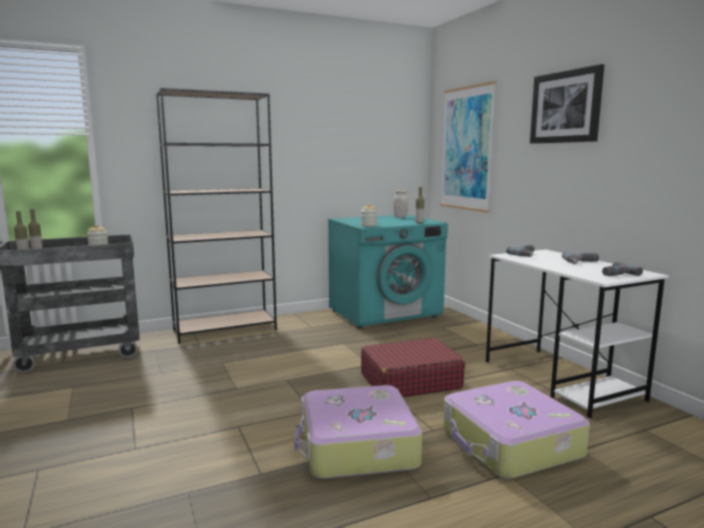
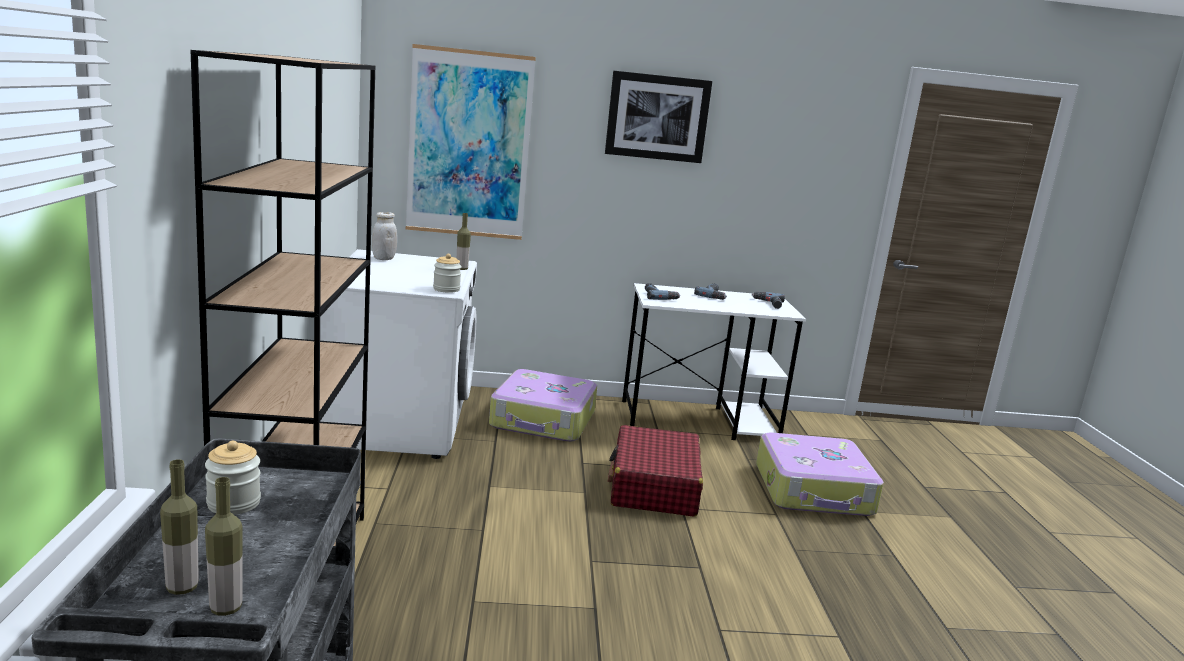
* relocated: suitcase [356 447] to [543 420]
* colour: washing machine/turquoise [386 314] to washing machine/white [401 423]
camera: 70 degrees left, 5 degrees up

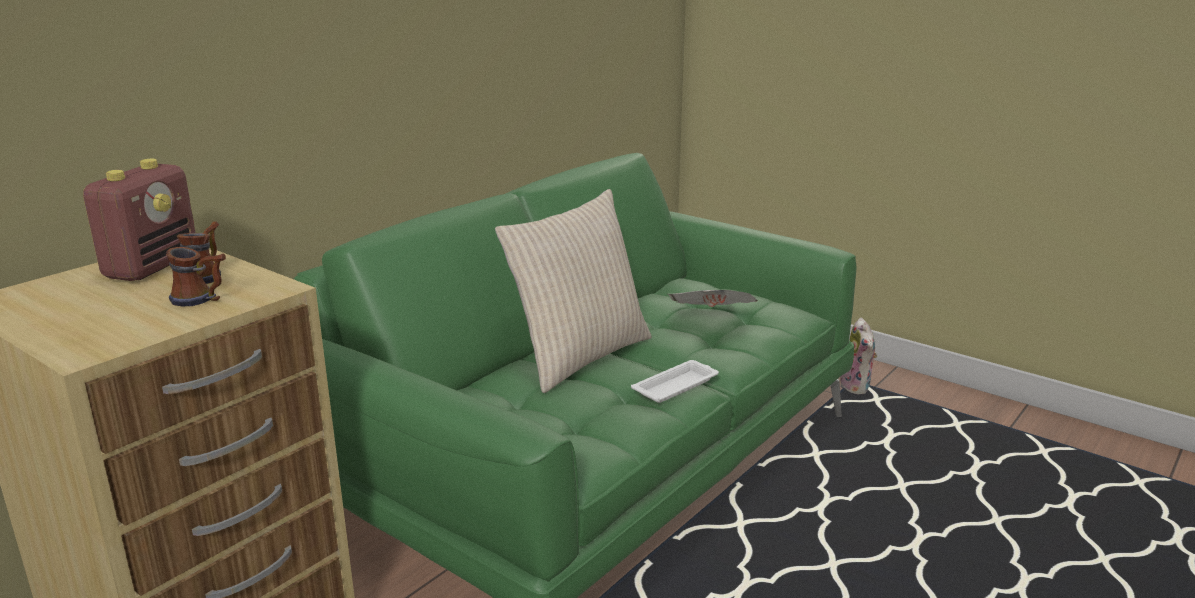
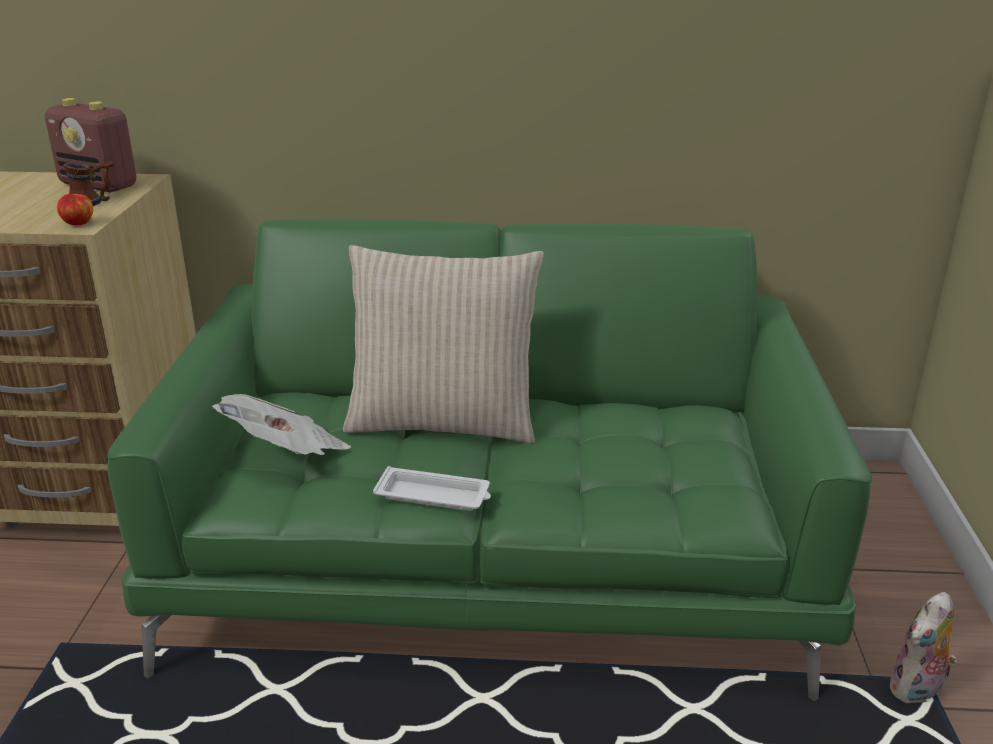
* missing: mug [202 300]
* appeared: apple [78 224]
* relocated: newspaper [711 321] to [287 454]
* spun: radio [152 266] = [100 185] 45 degrees clockwise
camera: 55 degrees right, 5 degrees up

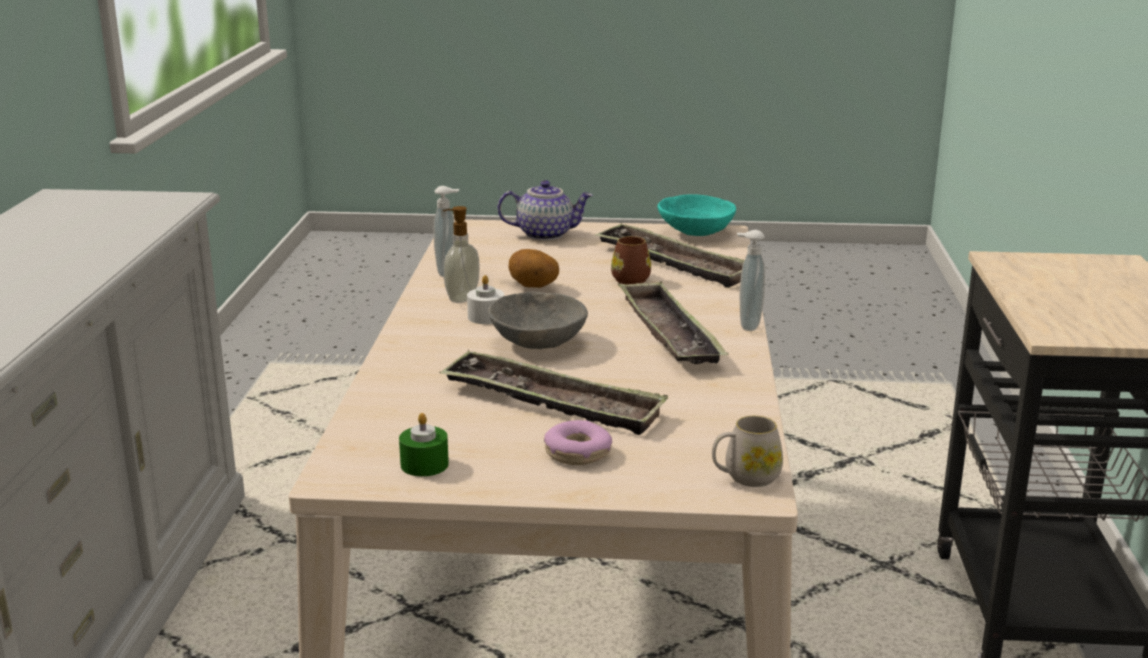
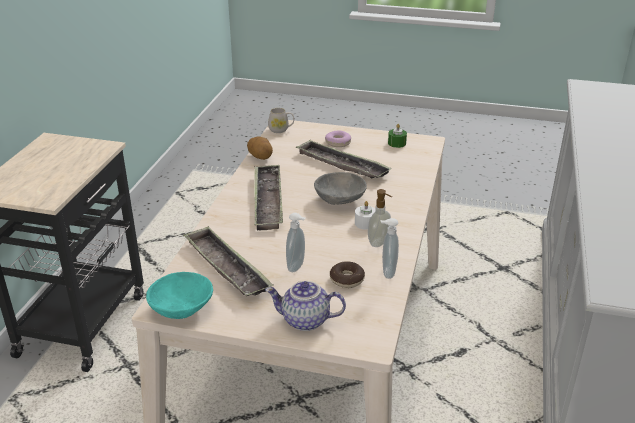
* missing: mug/brown [629 278]
* appeared: donut [347 279]
* relocated: potato [533 287] to [260 157]
* relocated: soap dispenser [747 325] to [297 267]
camera: 170 degrees left, 10 degrees up

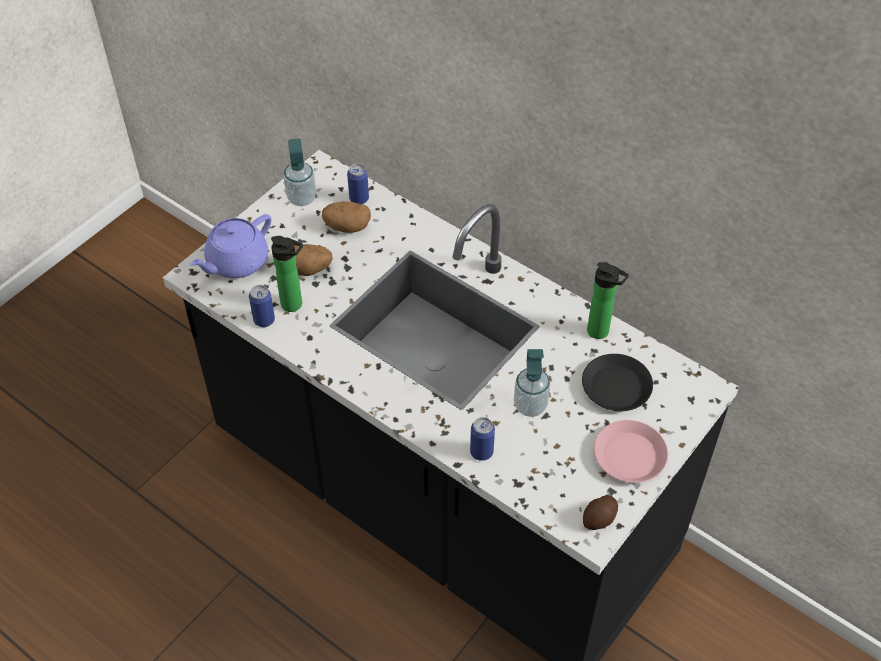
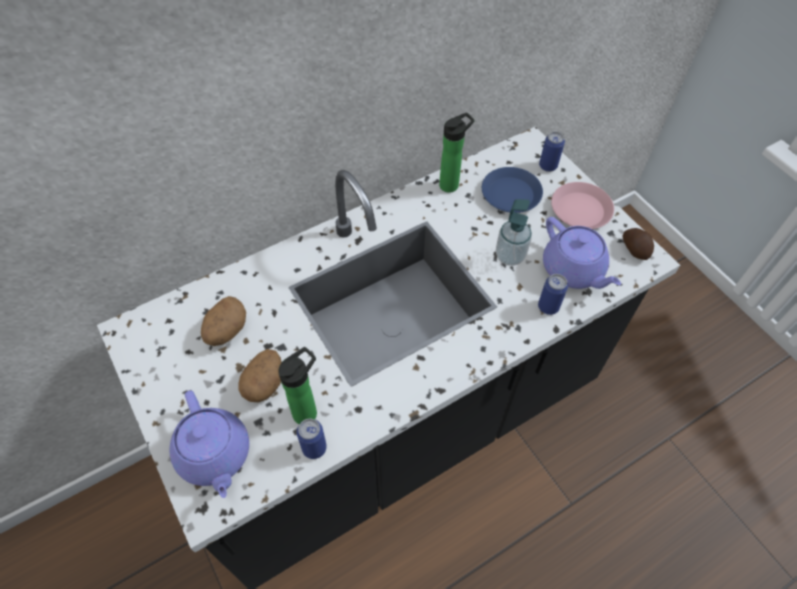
* missing: soap dispenser [301 198]
* appeared: teapot/purple [573 270]
* relocated: can [359 199] to [548 166]
* colour: plate/black [616 387] to plate/blue [511 194]
camera: 70 degrees left, 5 degrees up

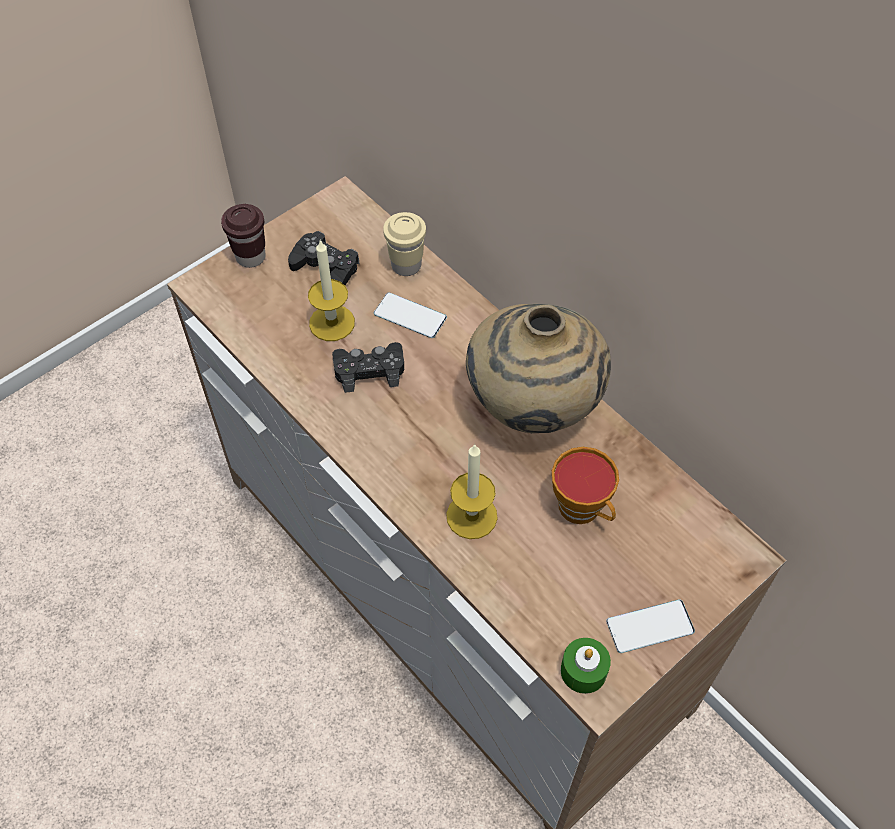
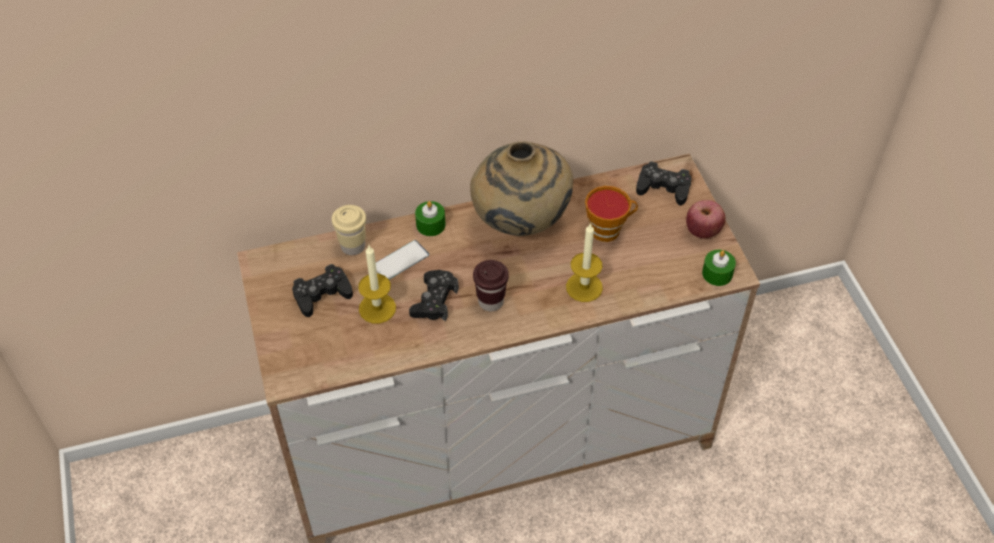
* appeared: candle/green [430 225]
* appeared: game controller/black [663 188]
* relocated: cup/brown [250 257] to [490 302]
* exchanged: phone [650 626] to apple [703 231]
camera: 65 degrees left, 5 degrees down

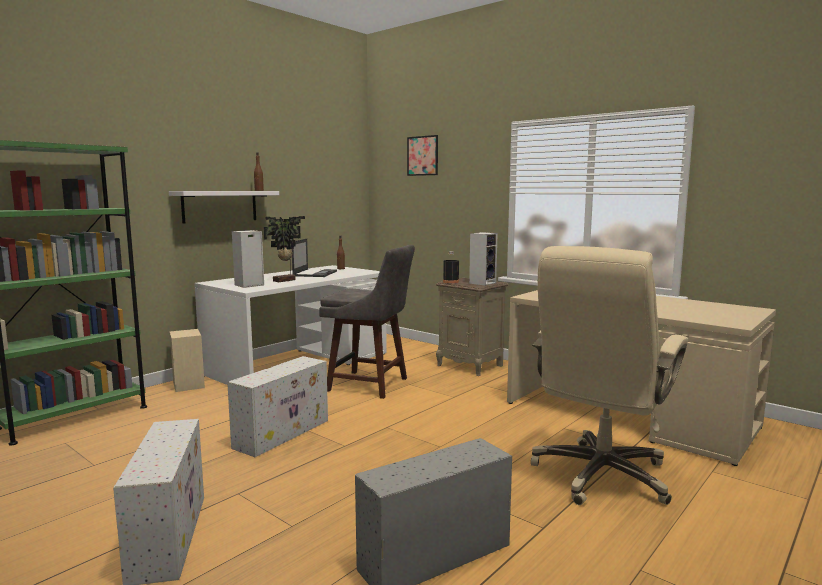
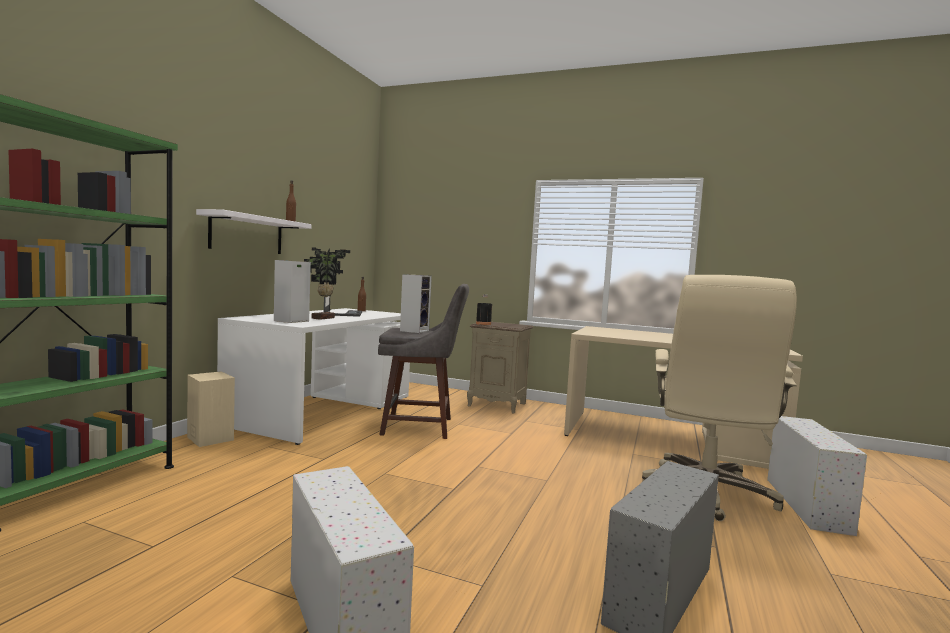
* missing: picture [422 155]
* relocated: storage box/white [283 433] to [805 504]
* relocated: speaker [482 283] to [414 330]
camera: 20 degrees left, 5 degrees down

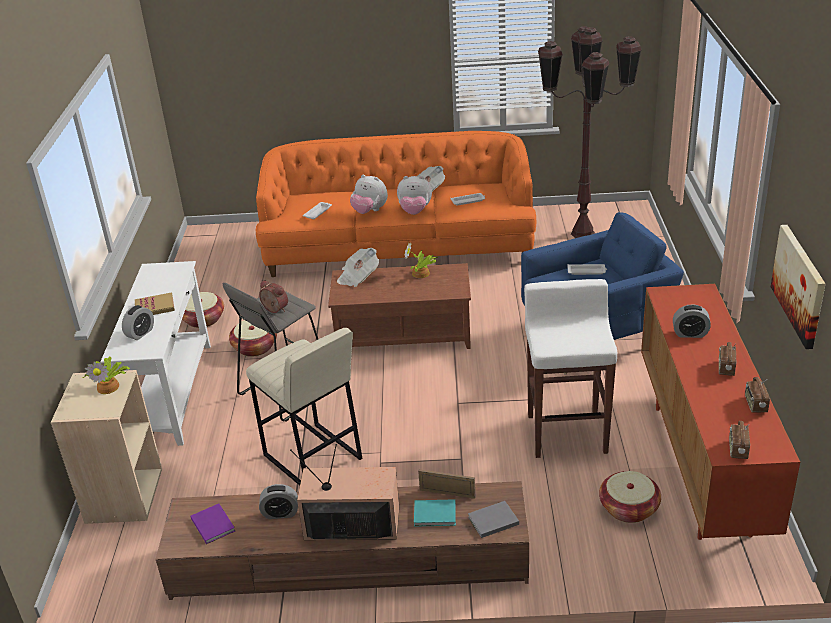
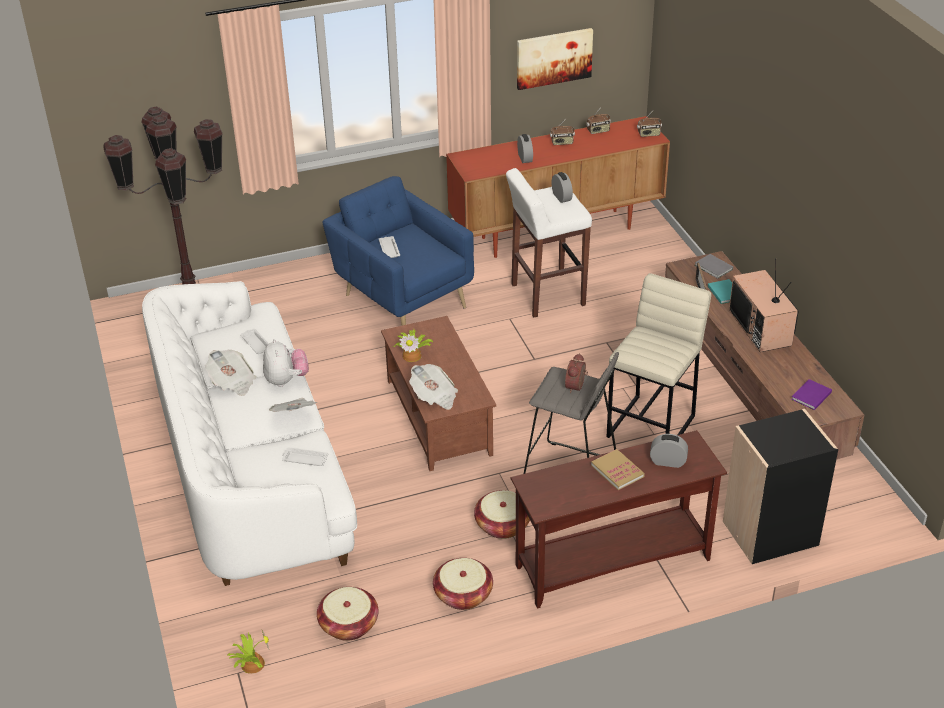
* relocated: potted plant [109 386] to [251 664]
* relocated: alarm clock [280 513] to [561 197]
* relocated: basket [629 508] to [348 624]
* exchanged: plush toy [369 211] to newspaper [294 415]
* colour: bookcase/beige [123 494] to bookcase/black [769 534]
* colour: console table/white [172 393] to console table/brown [612 563]
* colour: sofa/orange [399 248] to sofa/white [251 466]
camera: 110 degrees left, 5 degrees up

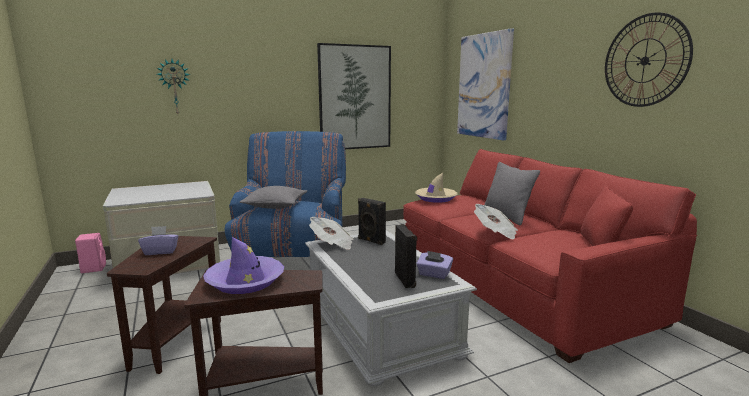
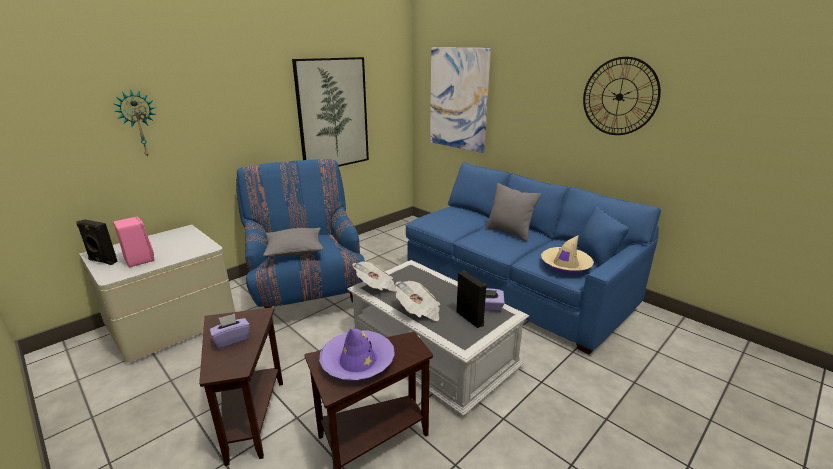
* relocated: speaker/pink [93 268] to [139 260]
* relocated: speaker/black [371 241] to [102 261]
* relocated: hat/beige [435 198] to [565 264]
* relocated: newspaper [495 233] to [419 311]
* colour: sofa/red [515 283] to sofa/blue [514 285]
camera: 20 degrees left, 10 degrees up

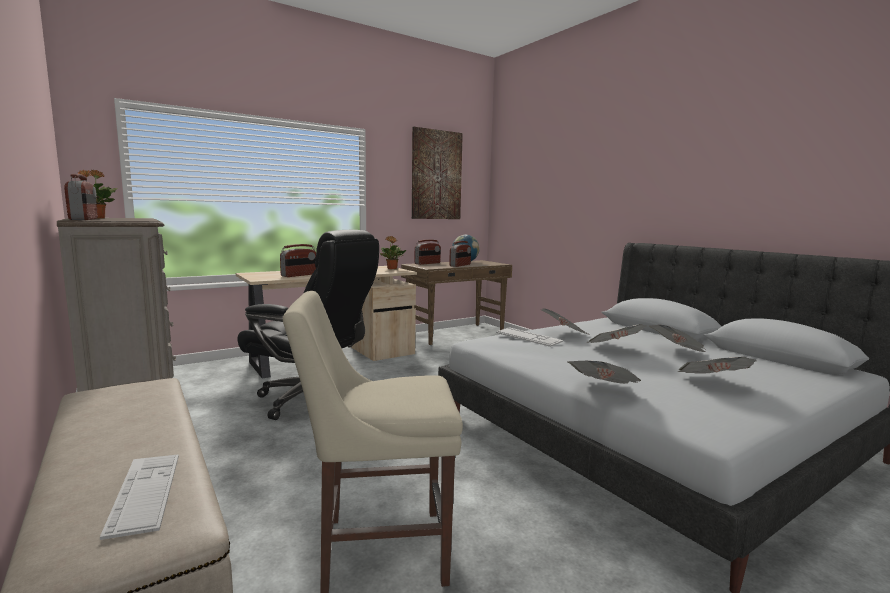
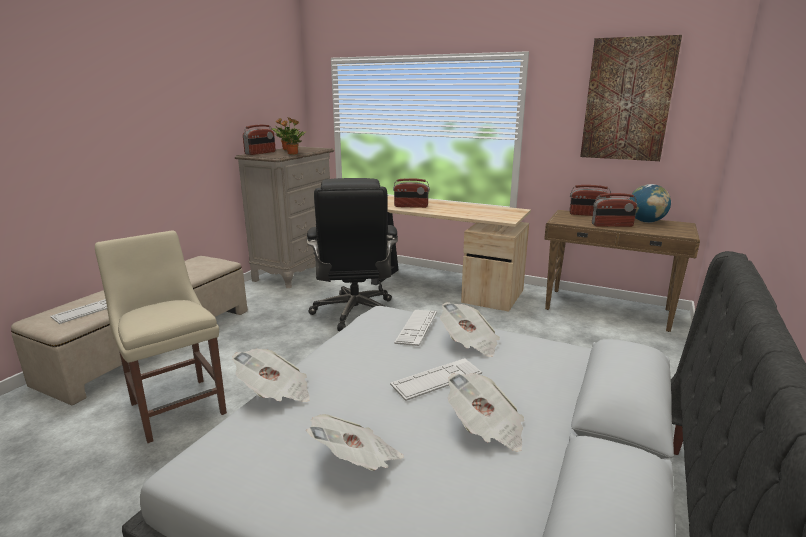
* relocated: potted plant [392 269] to [292 154]
* exchanged: newspaper [614 349] to keyboard [437 379]
camera: 60 degrees right, 10 degrees up

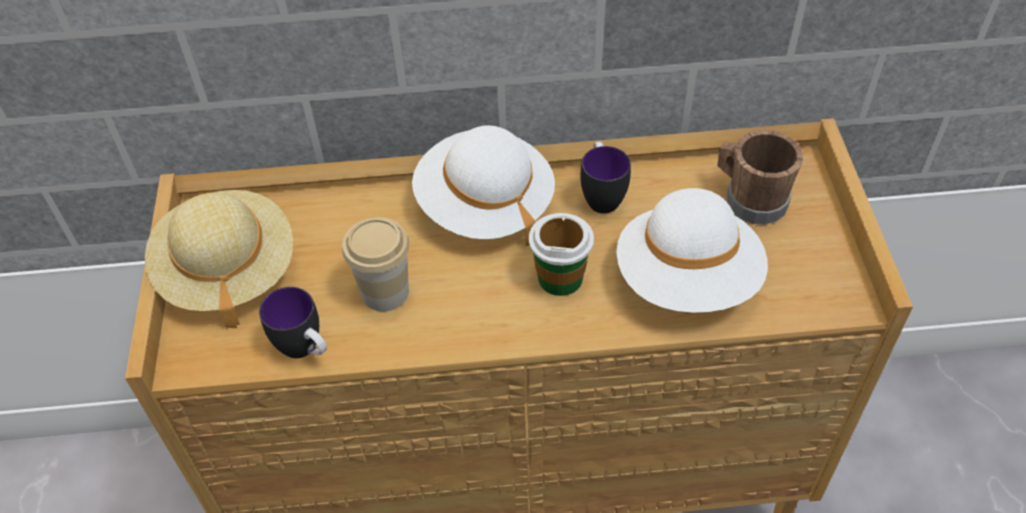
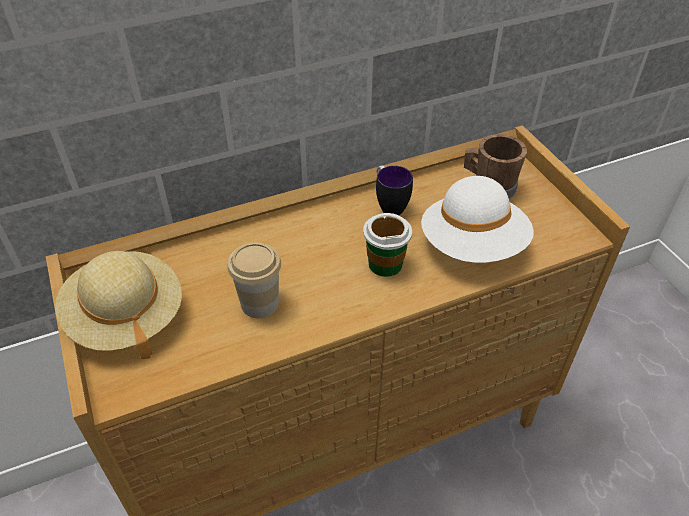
* missing: mug [306 350]
* missing: hat/white [484 206]
camera: 20 degrees left, 5 degrees down

